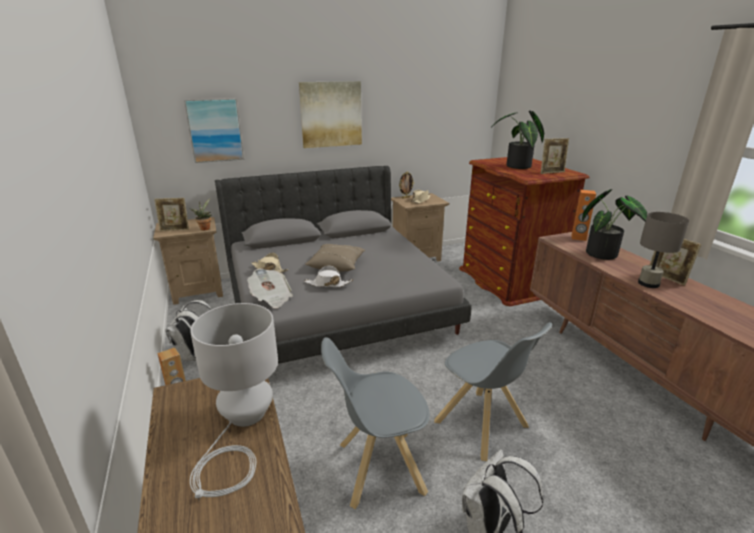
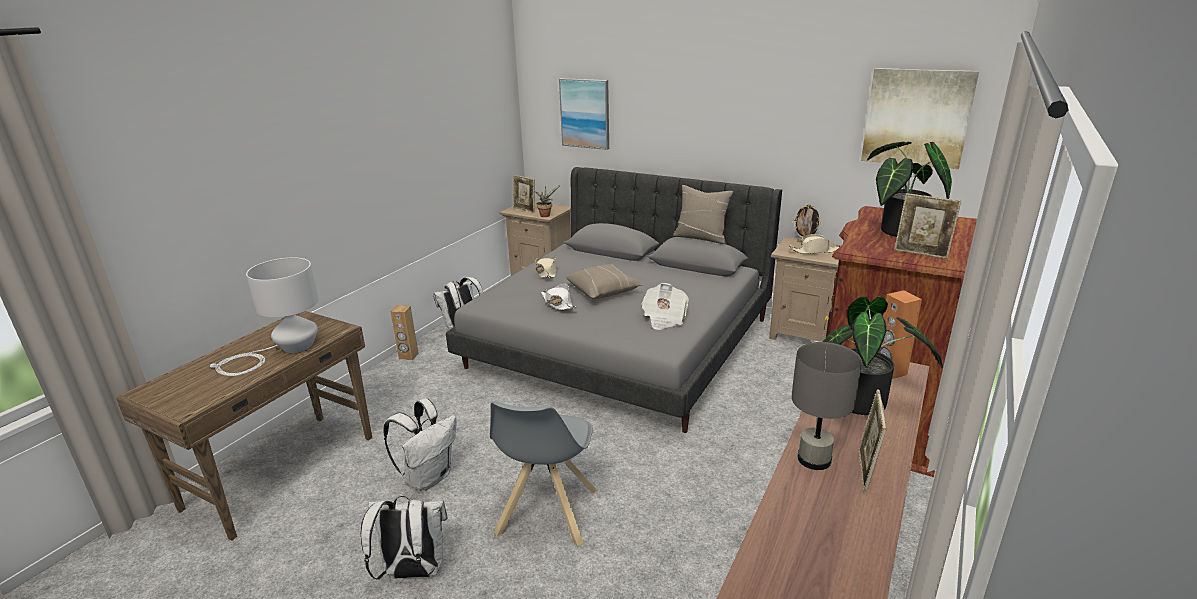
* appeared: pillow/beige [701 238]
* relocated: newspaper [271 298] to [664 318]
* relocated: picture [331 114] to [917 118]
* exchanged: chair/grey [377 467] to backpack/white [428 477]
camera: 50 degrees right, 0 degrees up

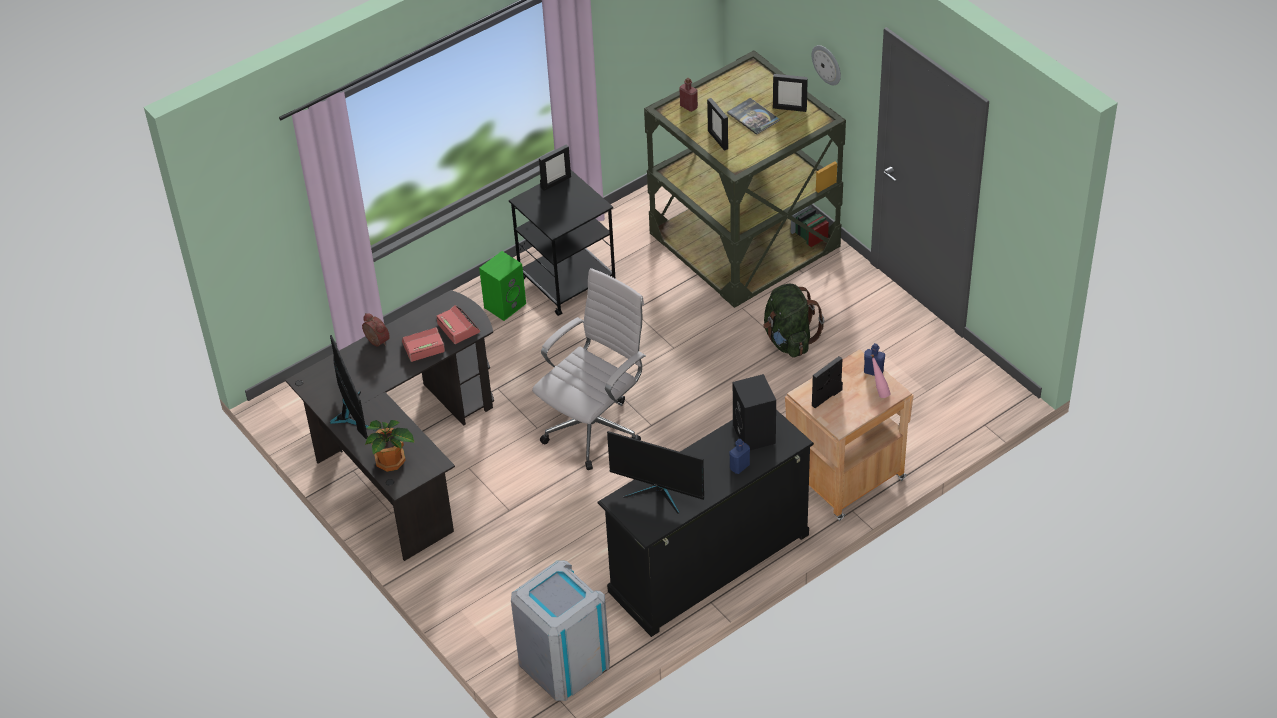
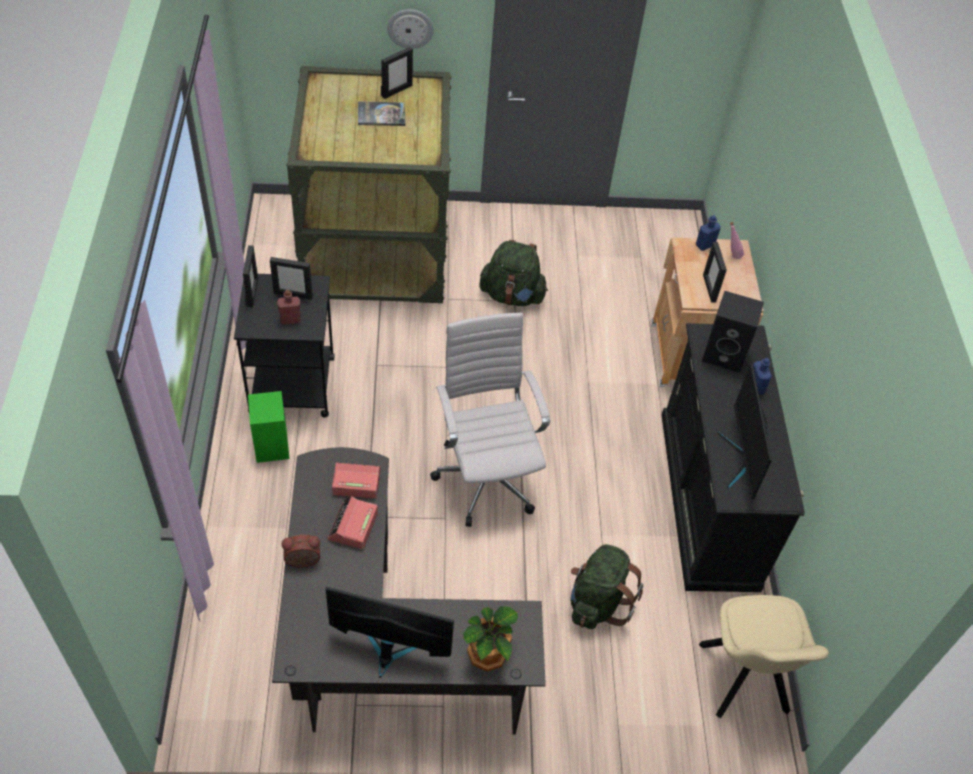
* appeared: backpack/green [597 602]
* relocated: bottle/red [688 107] to [290 320]
* relocated: picture frame [718 139] to [293 294]
* exchanged: trash can/grey [564 663] to chair/beige [744 678]
* spun: monitor [658 492] = [742 460] 120 degrees clockwise
camera: 60 degrees left, 5 degrees up

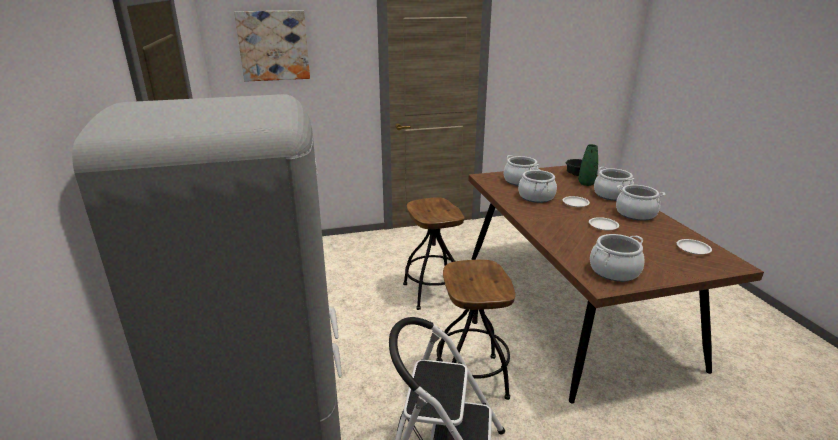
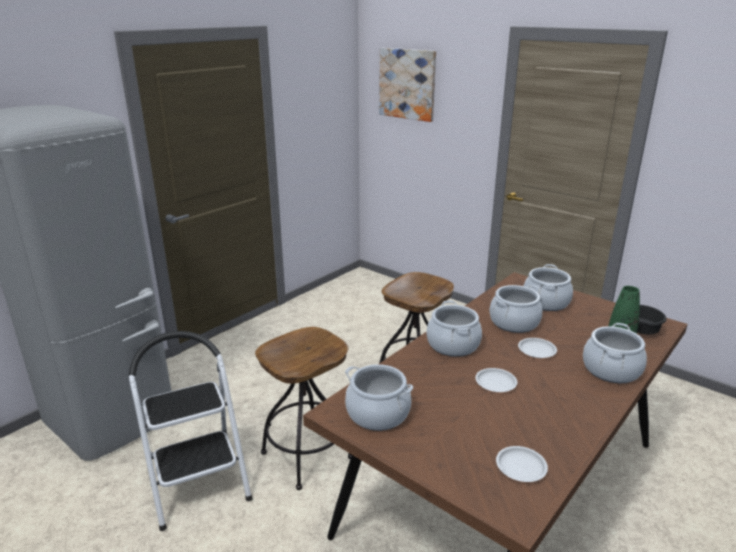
* relocated: cooking pot [635 214] to [453 345]
camera: 55 degrees right, 0 degrees up

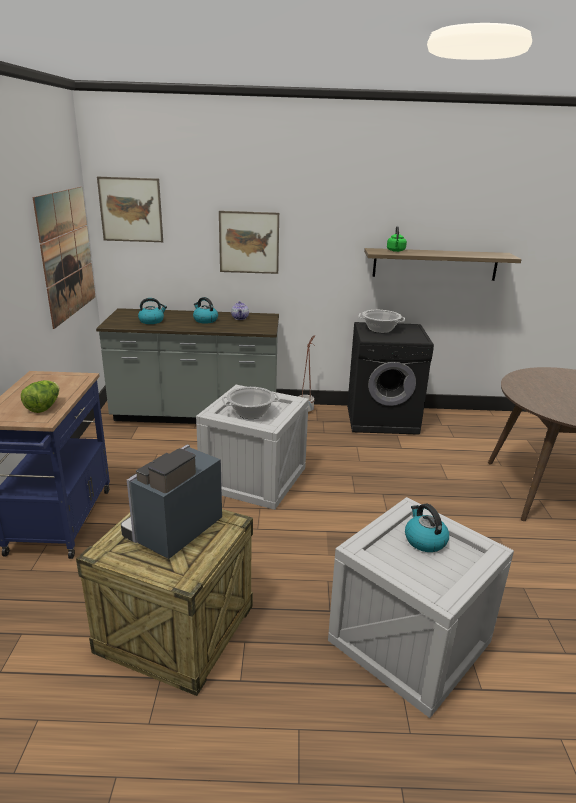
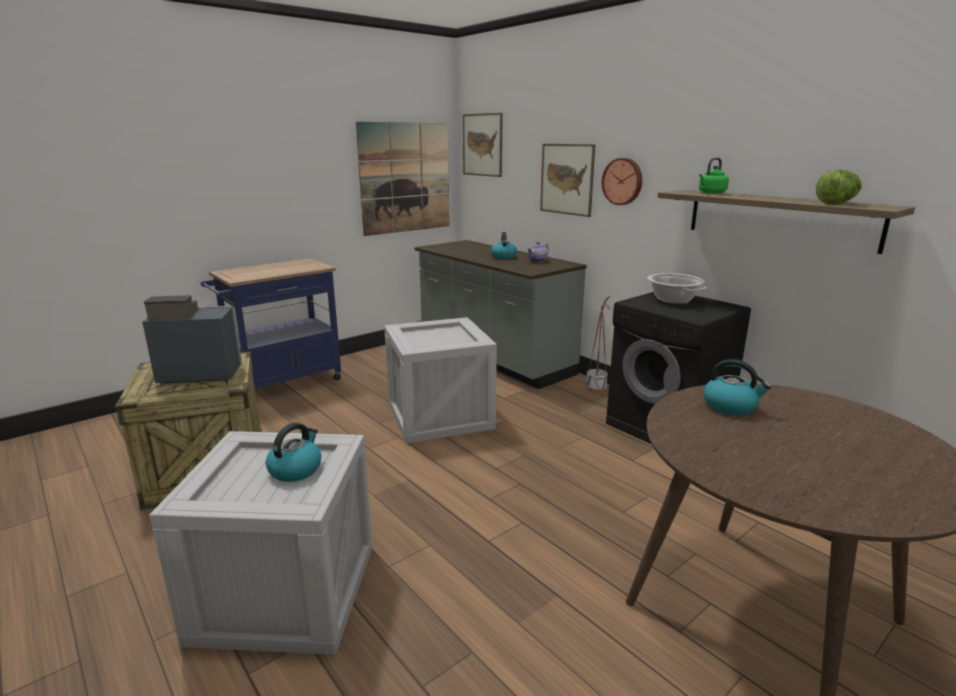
* missing: cooking pot [250 413]
* appeared: wall clock [623 181]
* relocated: lettuce [44 407] to [837 203]
* relocated: kettle [152 321] to [730 406]
camera: 50 degrees right, 5 degrees down

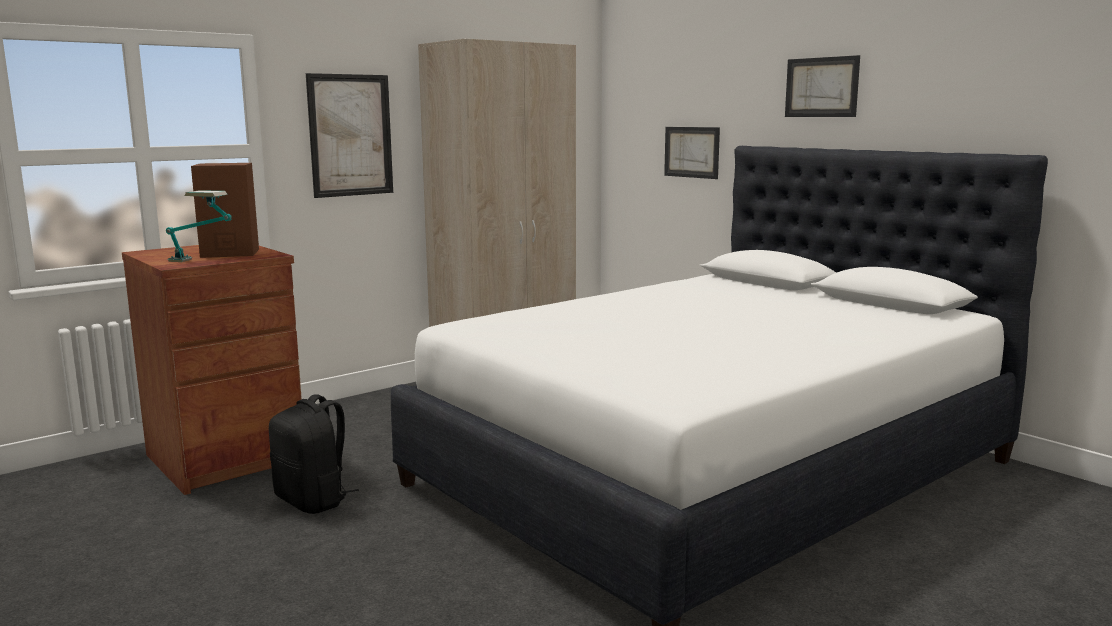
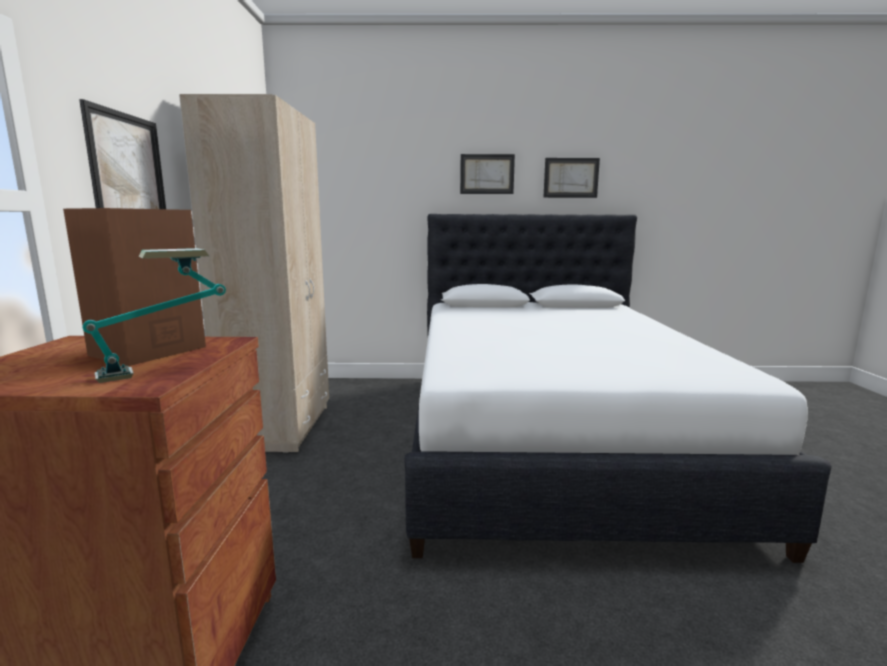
* missing: backpack/black [313 501]
* relocated: picture [692 152] to [571 178]
camera: 50 degrees left, 0 degrees up

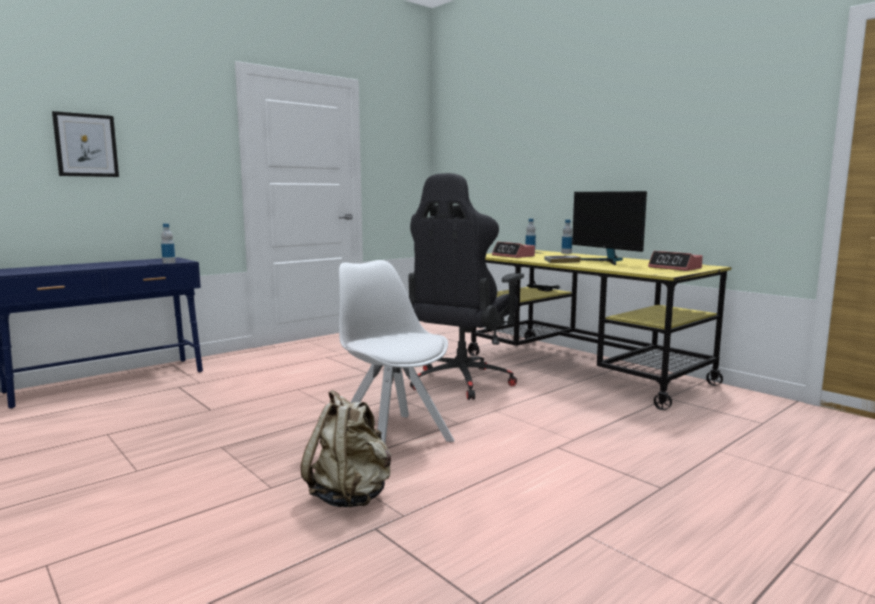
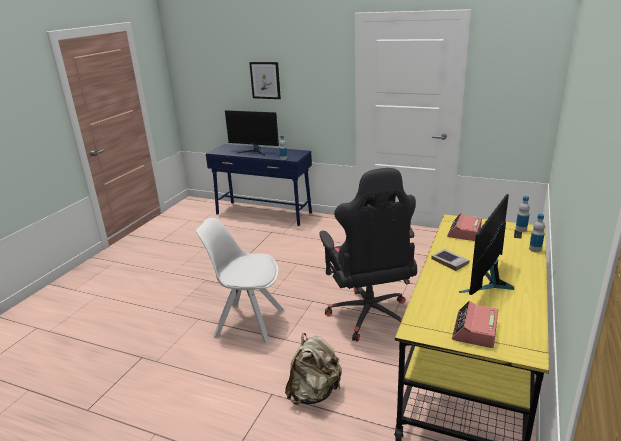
* appeared: monitor [254 151]
* relocated: backpack/beige [350 496] to [314 392]
* spun: chair/white [392 436] = [248 322] 105 degrees counterclockwise
* spun: office chair/black [462 381] = [368 314] 105 degrees counterclockwise
camera: 65 degrees right, 15 degrees up

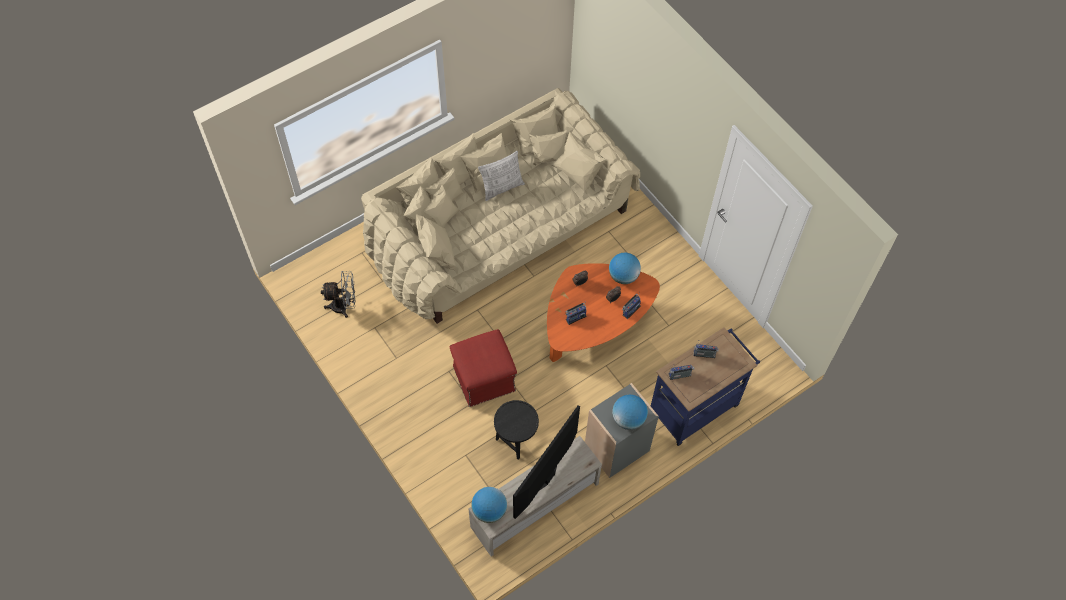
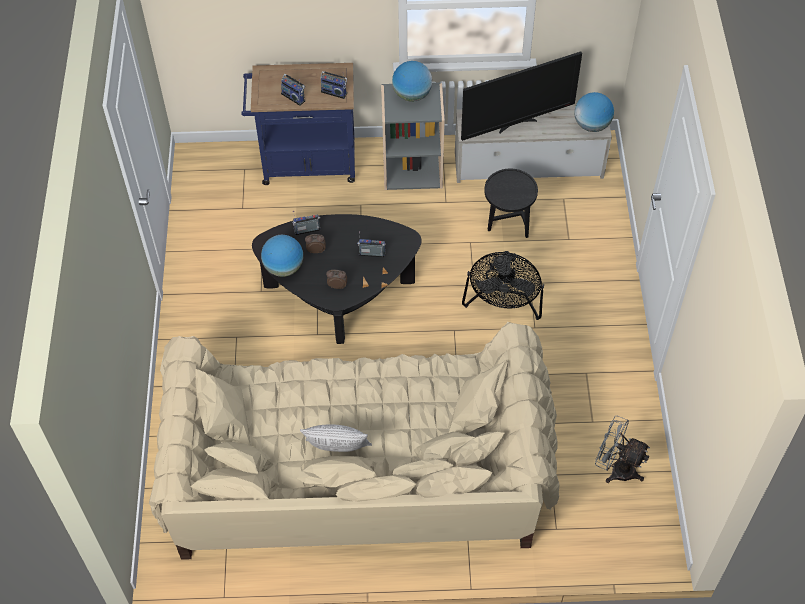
* exchanged: ottoman/red [483 379] to fan/black [501 300]
* colour: coffee table/orange [594 325] to coffee table/black [339 290]
camera: 145 degrees left, 5 degrees down

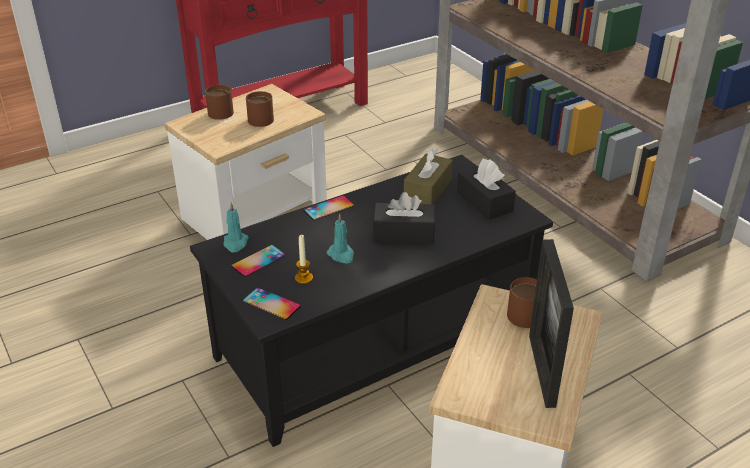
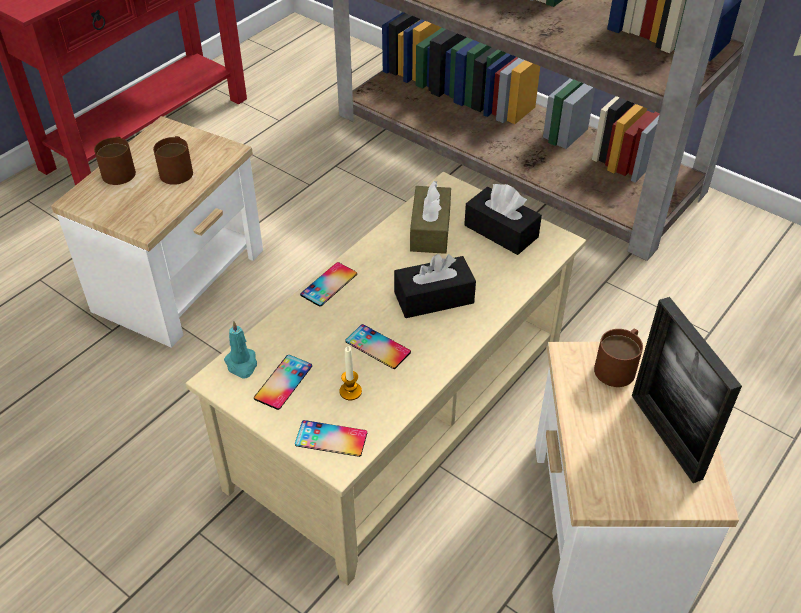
* exchanged: candle/turquoise [341 255] to phone [378 347]
* colour: coffee table/black [374 341] to coffee table/beige [398 414]
camera: 20 degrees left, 10 degrees up

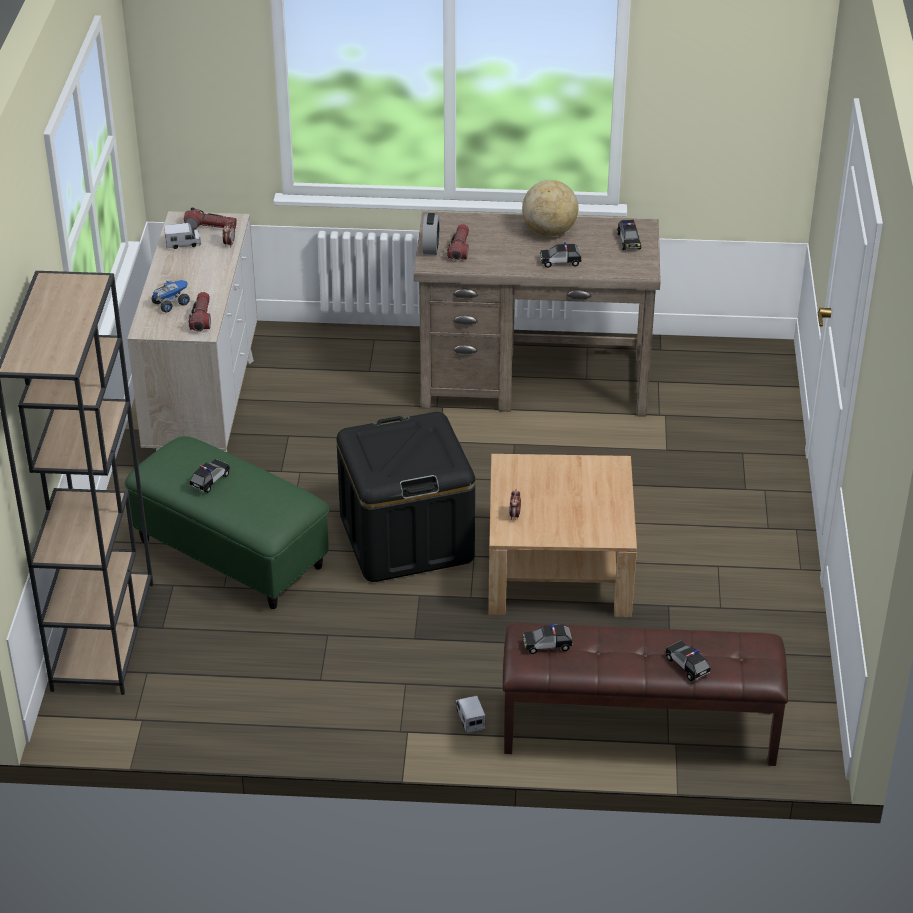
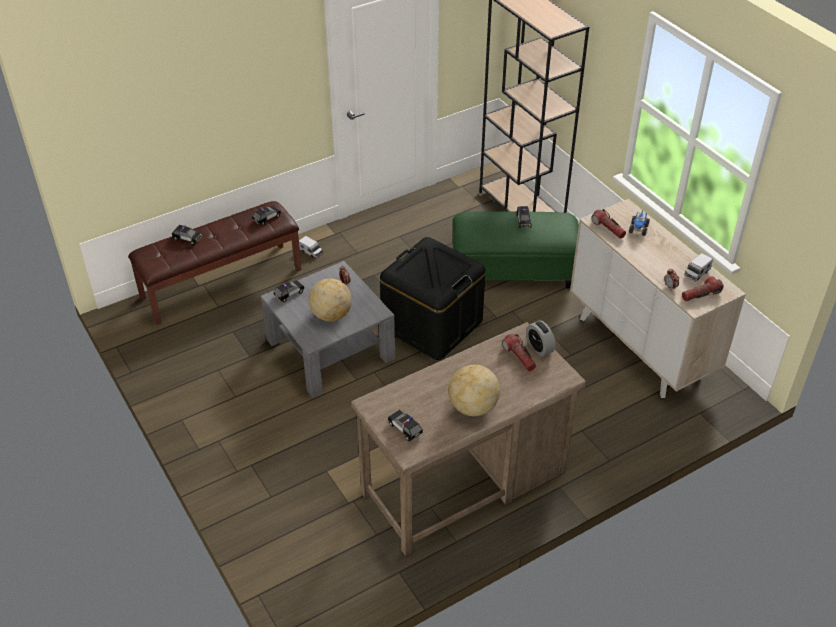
* appeared: globe [331 315]
* relocated: toy car [560 262] to [289 294]
* colour: coffee table/brown [559 568] to coffee table/grey [330 349]
camera: 145 degrees right, 5 degrees up

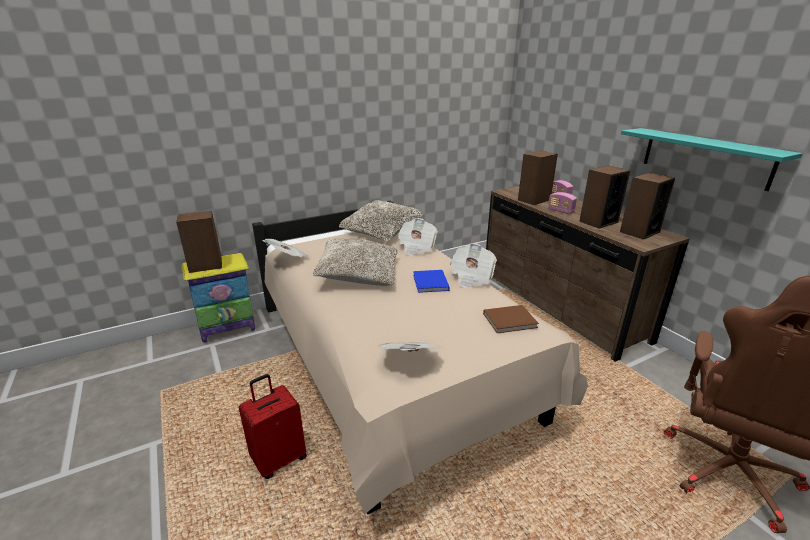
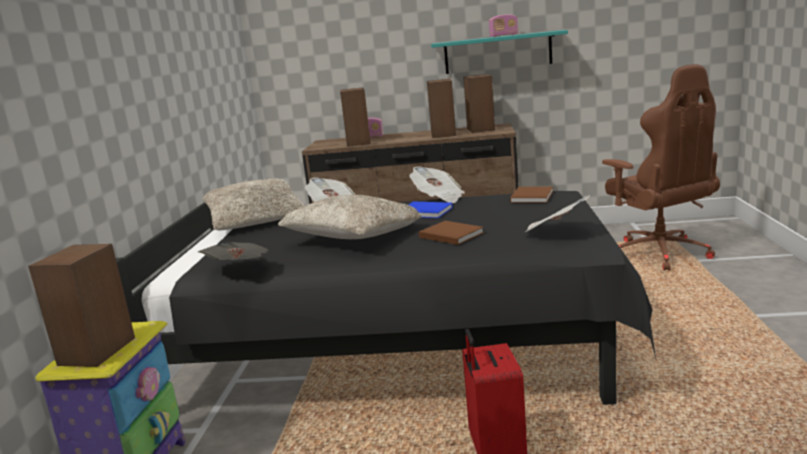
* appeared: book/brown [449 234]
* relocated: radio [560 211] to [503 36]
* colour: bed/beige [389 363] to bed/black [402 349]
camera: 55 degrees left, 10 degrees down

